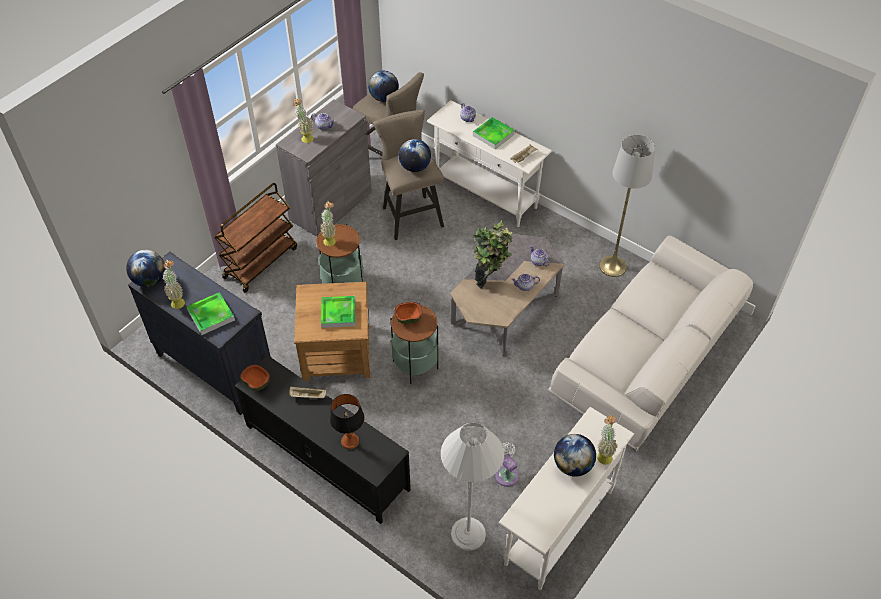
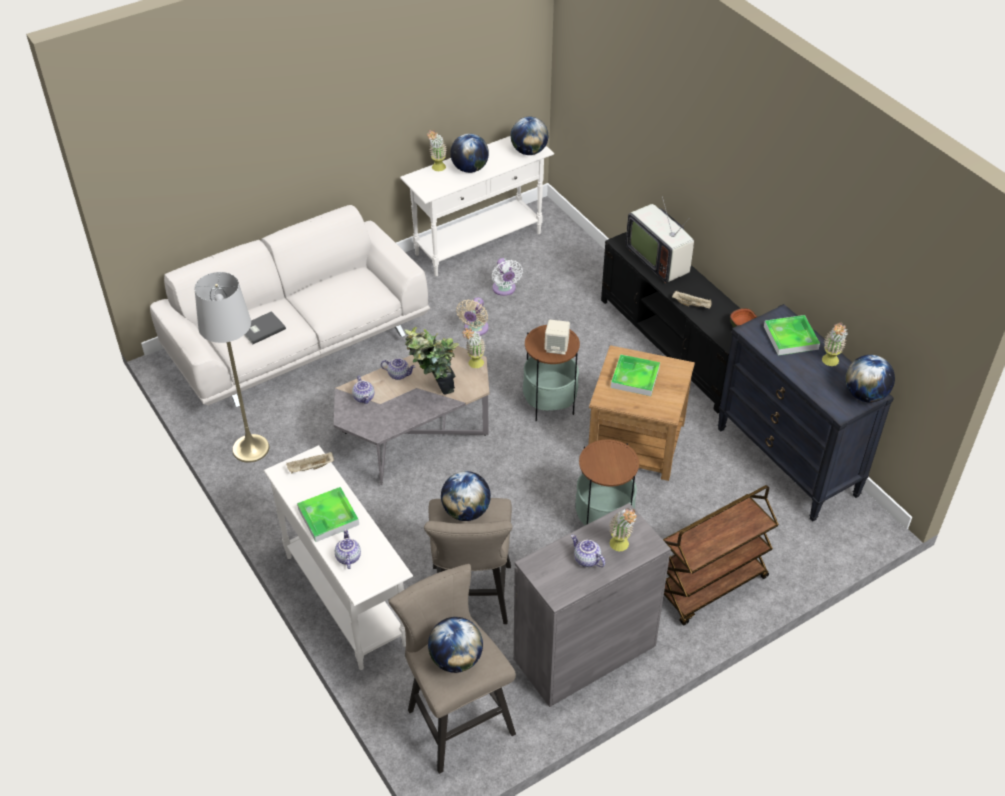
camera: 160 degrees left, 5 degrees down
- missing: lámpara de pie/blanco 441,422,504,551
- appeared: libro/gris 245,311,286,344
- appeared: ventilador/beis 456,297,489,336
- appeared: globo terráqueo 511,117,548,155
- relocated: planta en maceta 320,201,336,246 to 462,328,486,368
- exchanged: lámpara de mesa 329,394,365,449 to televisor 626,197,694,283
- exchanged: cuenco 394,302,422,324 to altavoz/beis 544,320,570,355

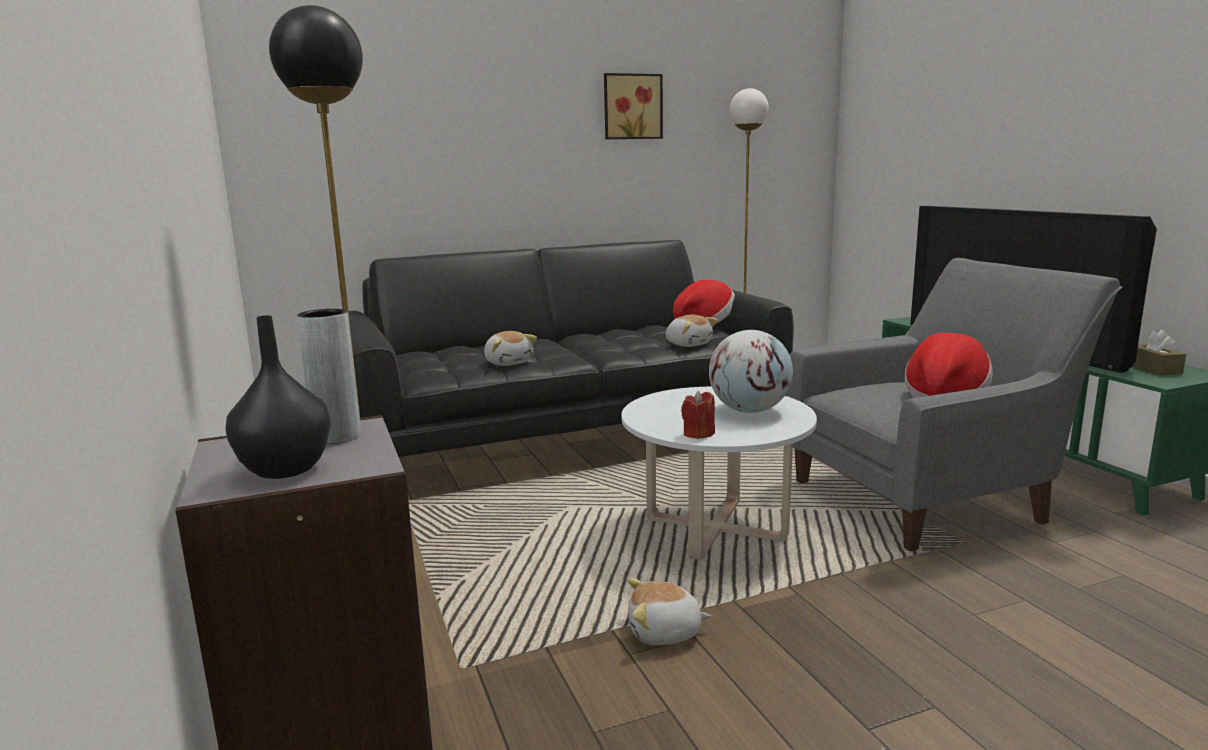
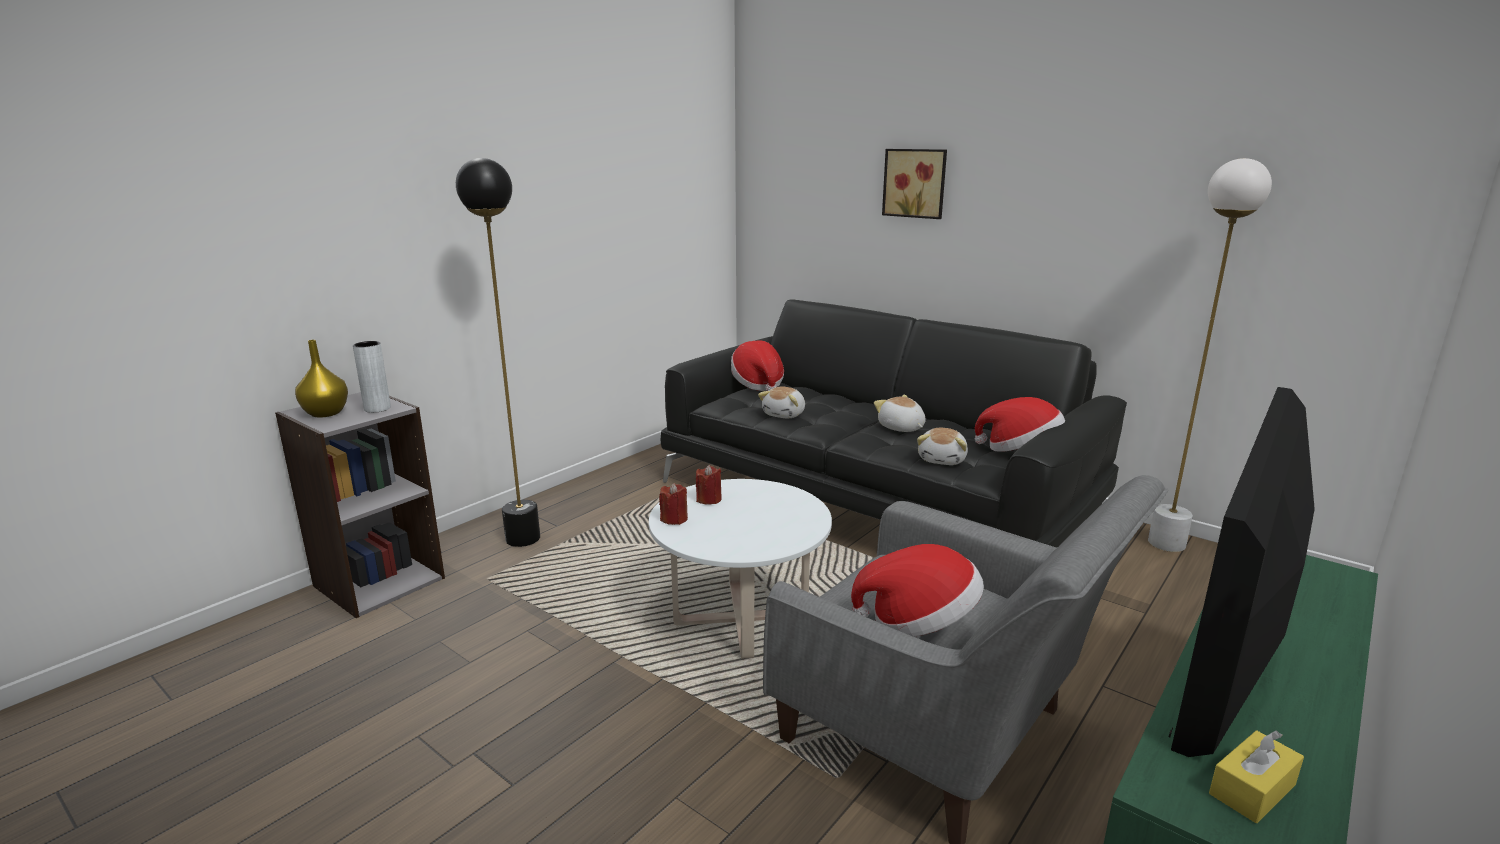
camera: 60 degrees right, 5 degrees up
- missing: globo terráqueo 709,330,793,413
- appeared: vela/rojo 696,465,722,505
- appeared: sombrero 731,341,784,391
- relocated: cuadro 604,73,663,139 to 882,149,947,219
- relocated: peluche 628,578,711,645 to 874,394,926,432
- colour: florero/negro 226,315,331,479 to florero/amarillo 295,340,348,418
- colour: caja de pañuelos/marrón 1132,330,1186,375 to caja de pañuelos/amarillo 1209,730,1304,823

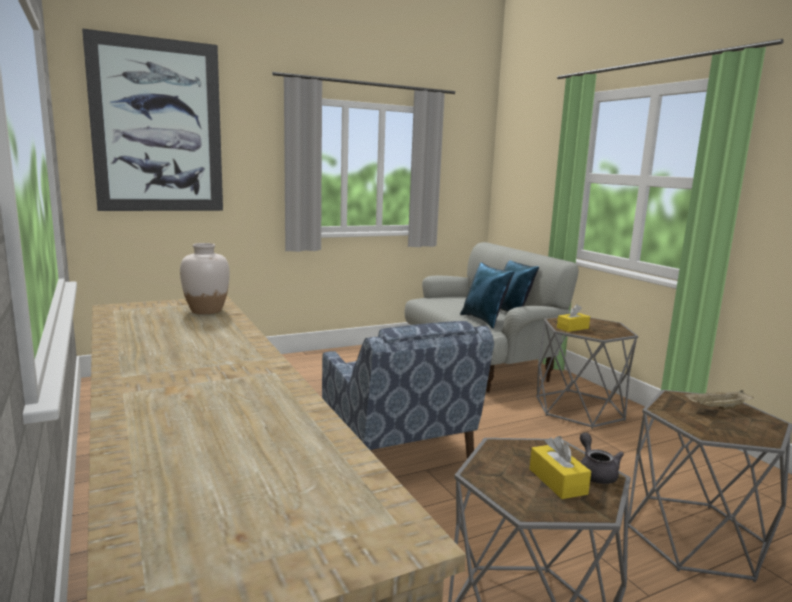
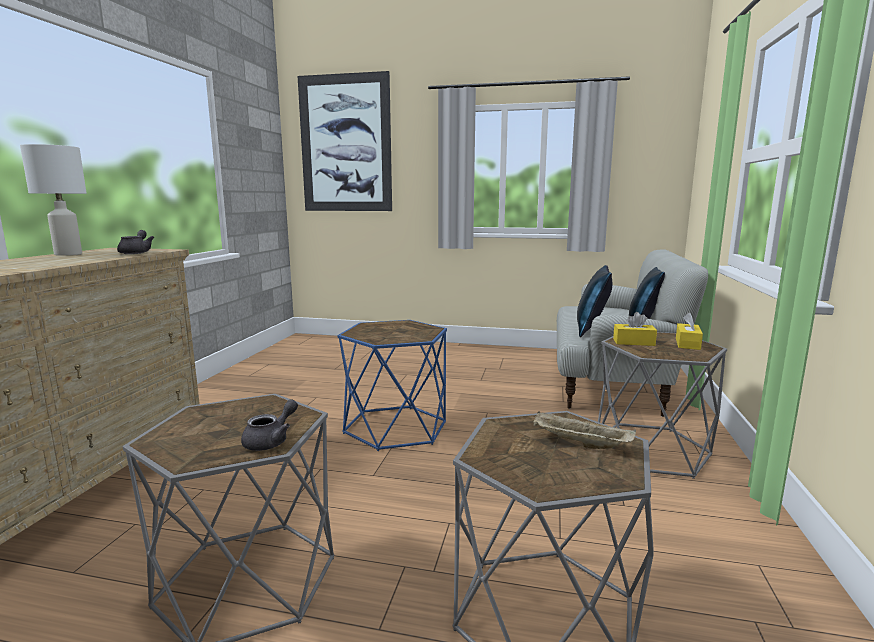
camera: 40 degrees right, 0 degrees up
- appeared: lámpara de mesa/blanco 20,144,87,256
- relocated: caja de pañuelos/amarillo 529,436,591,499 to 676,313,703,350
- exchanged: florero/blanco 180,243,230,314 to tetera/gris 117,230,154,254
- exchanged: sillón/azul 322,321,494,459 to mesa auxiliar/azul 337,320,447,451

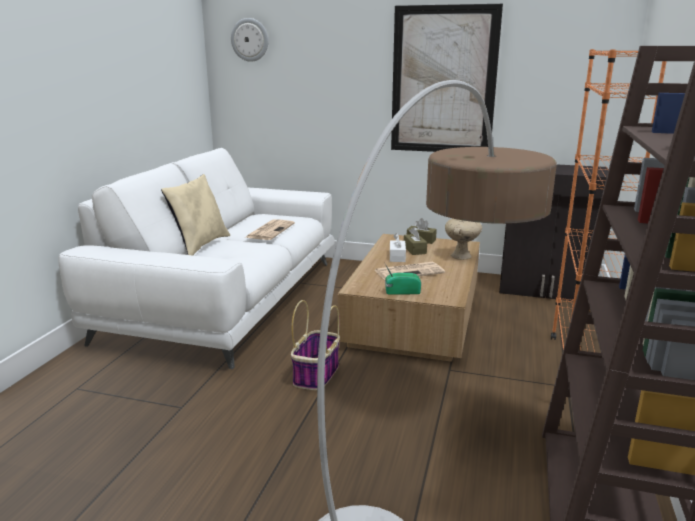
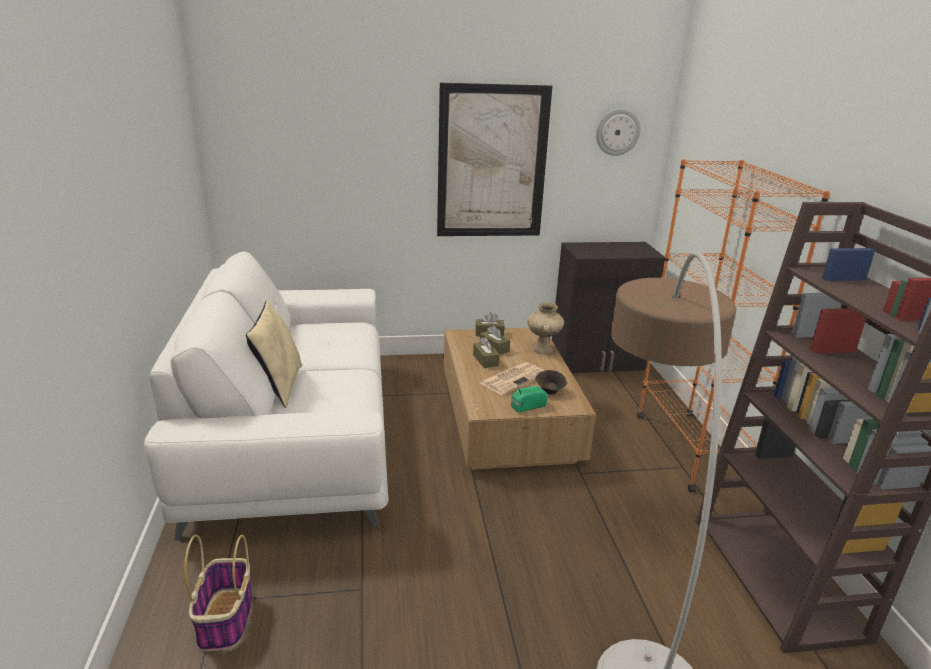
camera: 25 degrees left, 5 degrees up
- missing: periódico 245,219,295,240
- appeared: cuenco/marrón 535,370,567,394
- relocated: reloj de pared 231,18,268,62 to 596,108,641,156
- relocated: cesta 291,300,340,390 to 184,535,253,651
- colour: caja de pañuelos/blanco 390,233,406,262 to caja de pañuelos/marrón 473,337,500,368

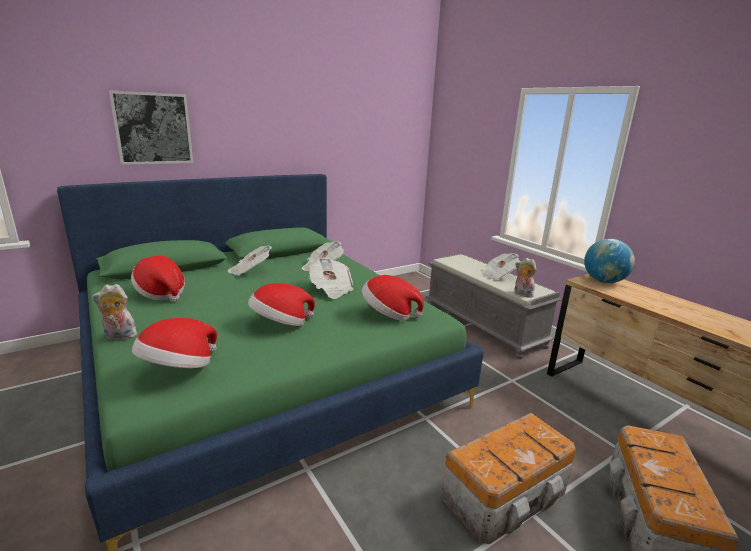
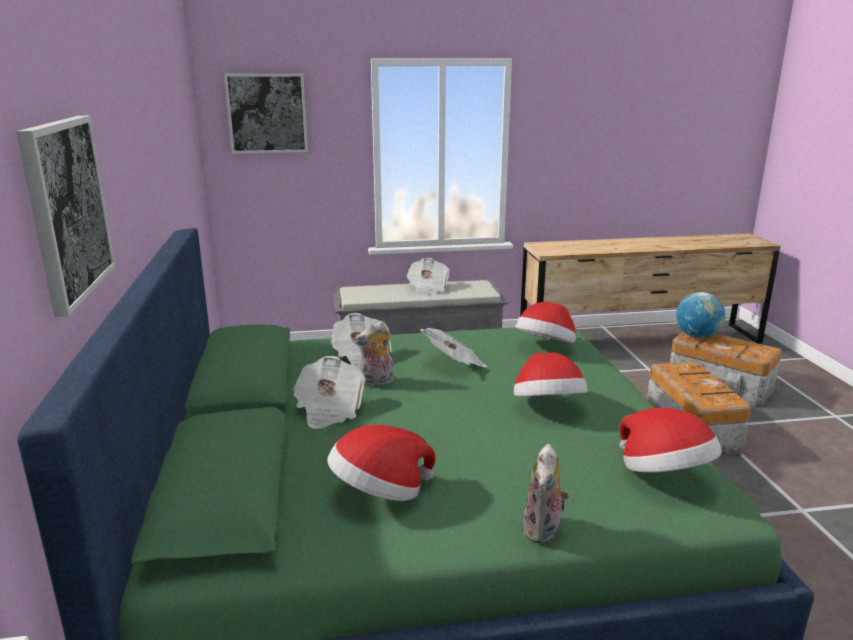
camera: 65 degrees left, 0 degrees up
- appeared: cuadro 224,73,308,154
- relocated: peluche 515,258,537,298 to 354,321,393,387
- relocated: globo terráqueo 584,239,635,283 to 676,292,726,338

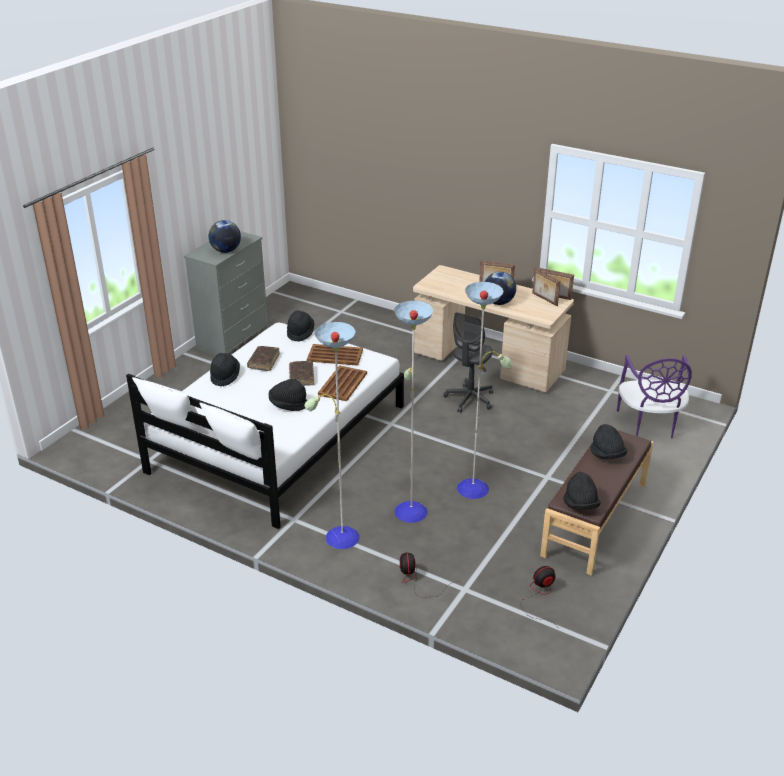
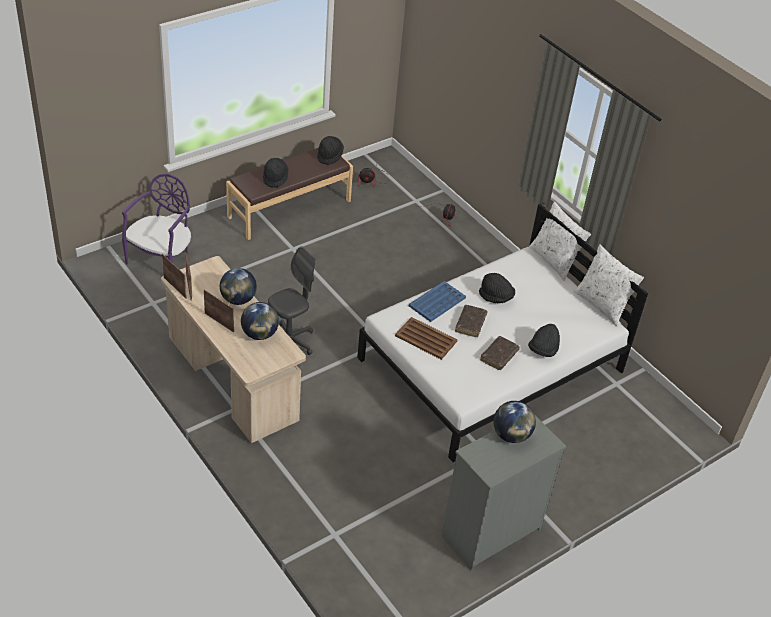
camera: 160 degrees left, 10 degrees up
- missing: sombrero/negro 287,310,314,342
- missing: lámpara de pie 304,282,513,549
- appeared: globo terráqueo 241,302,279,340
- colour: bandeja/marrón 318,365,367,401 to bandeja/azul 409,281,466,322

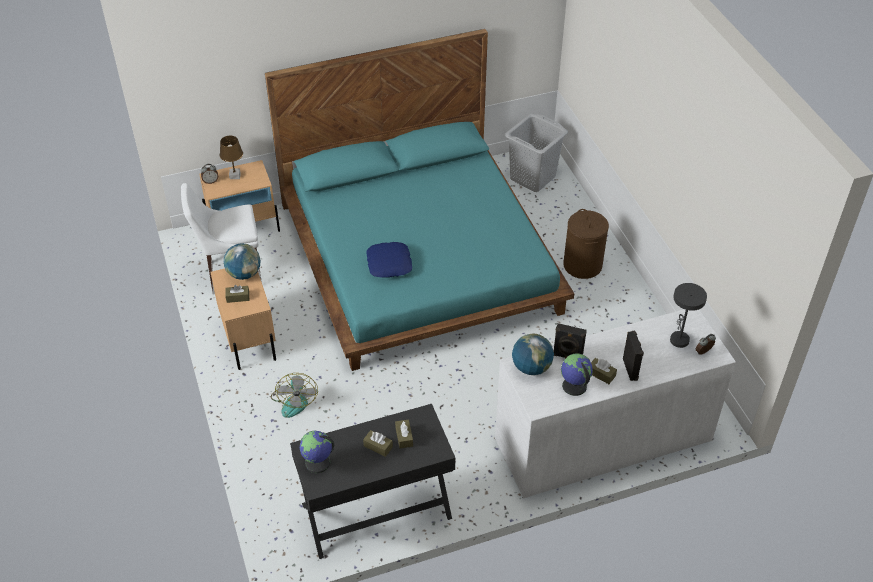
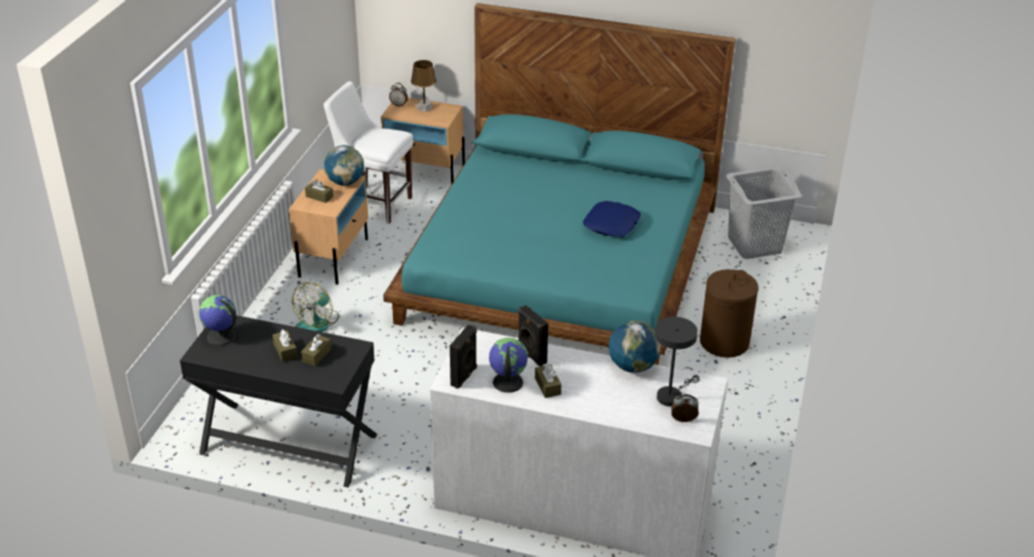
camera: 35 degrees right, 10 degrees down
- relocated: cojín/azul 366,242,412,278 to 583,201,641,237
- relocated: globo terráqueo 512,334,554,375 to 608,321,661,373
- relocated: altavoz/negro 623,331,644,381 to 450,325,477,389

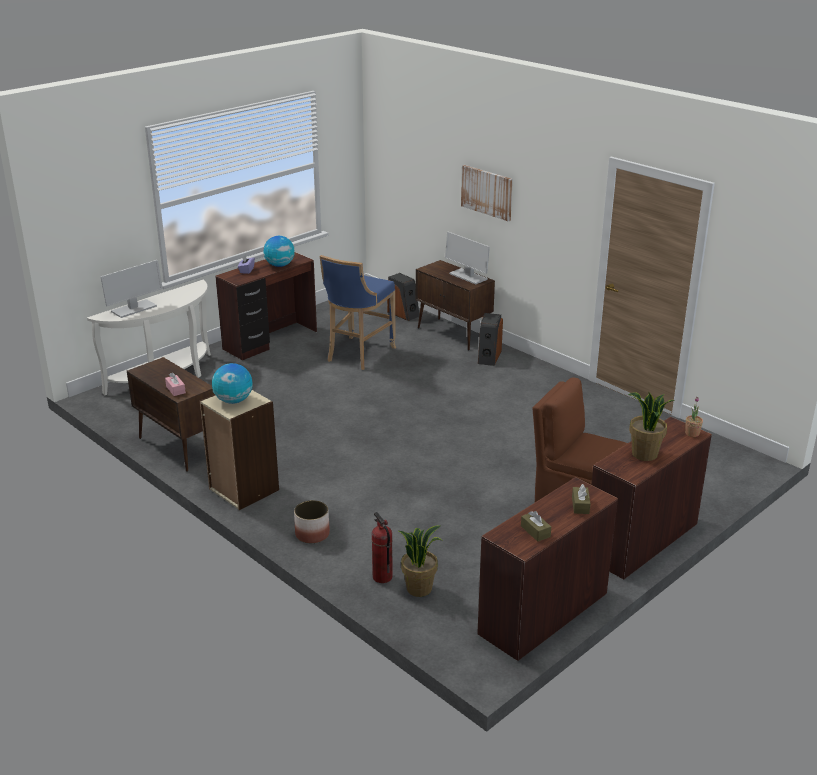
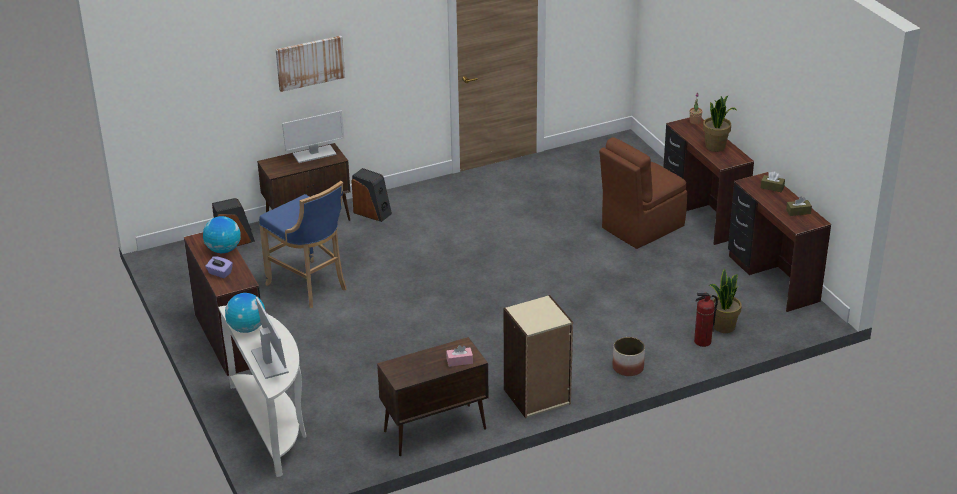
camera: 70 degrees left, 5 degrees up
- relocated: globo terráqueo 212,363,253,404 to 225,293,265,333

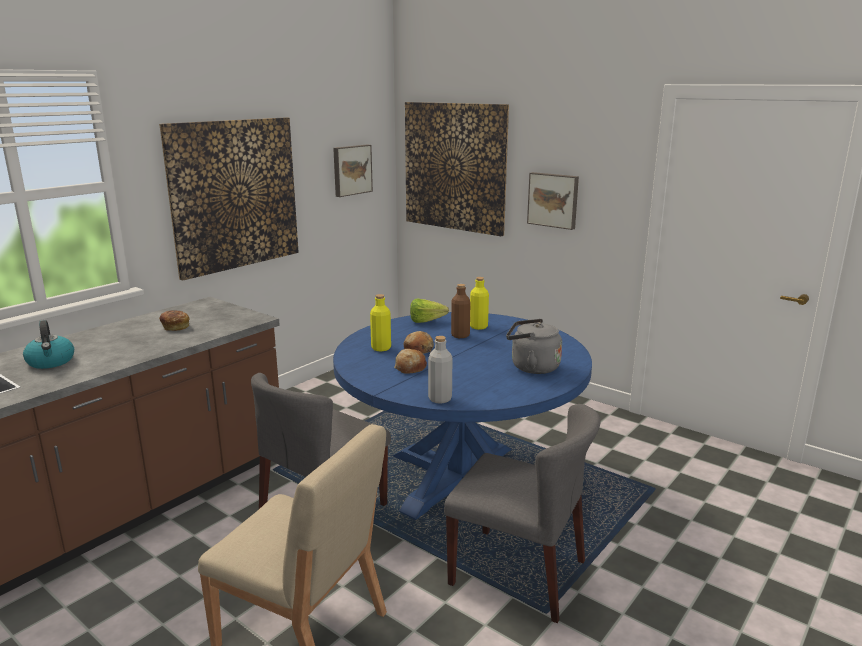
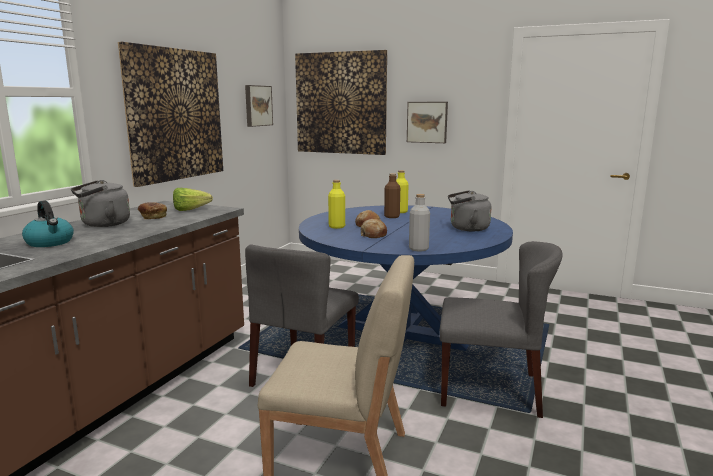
camera: 15 degrees left, 5 degrees down
- appeared: hervidor/gris 71,180,130,227
- relocated: lechuga 410,299,449,323 to 173,188,213,211

